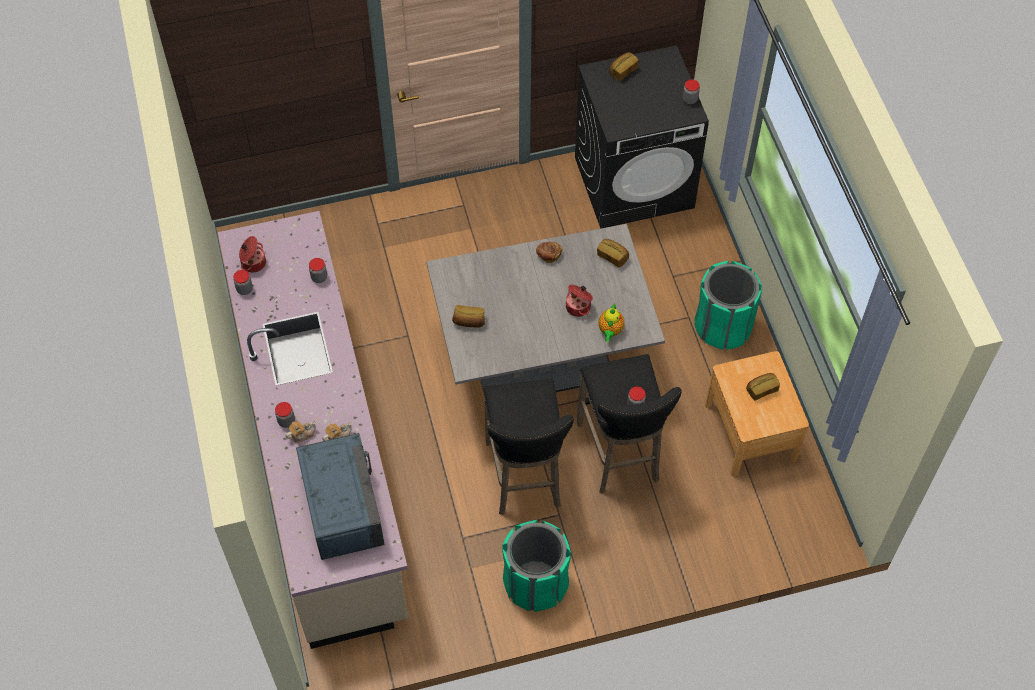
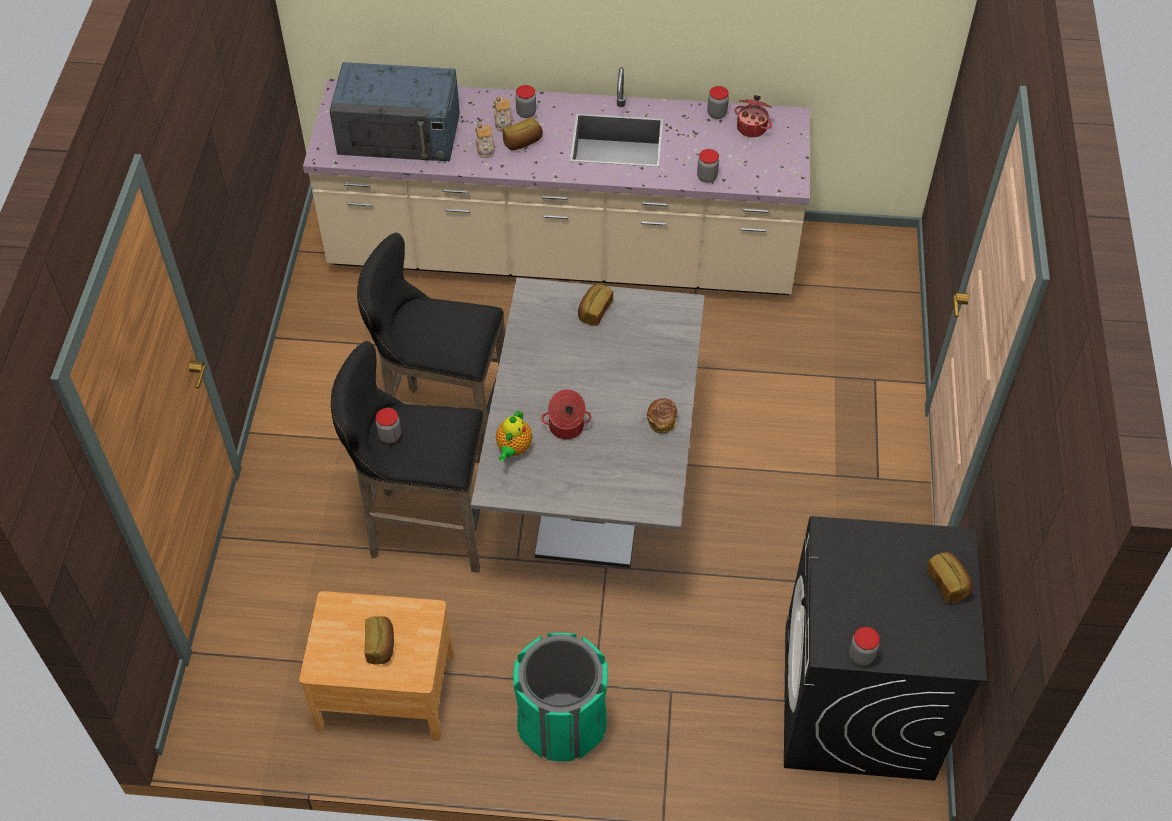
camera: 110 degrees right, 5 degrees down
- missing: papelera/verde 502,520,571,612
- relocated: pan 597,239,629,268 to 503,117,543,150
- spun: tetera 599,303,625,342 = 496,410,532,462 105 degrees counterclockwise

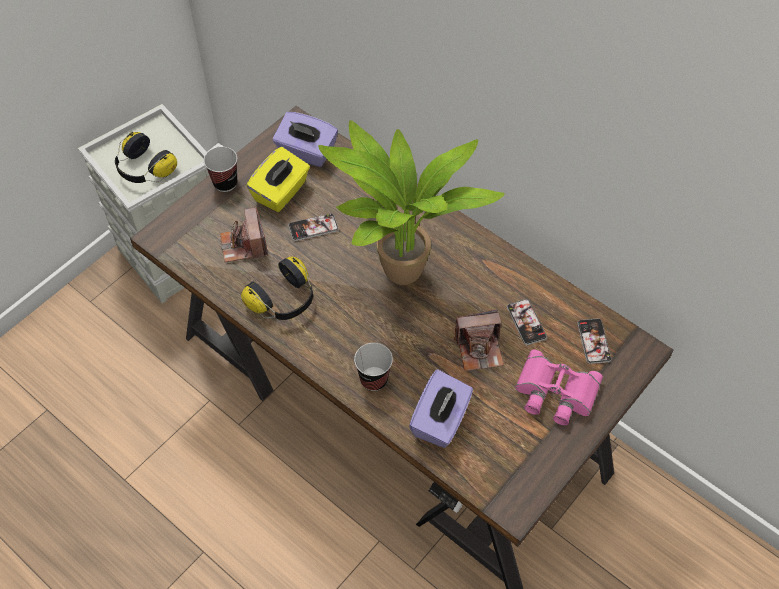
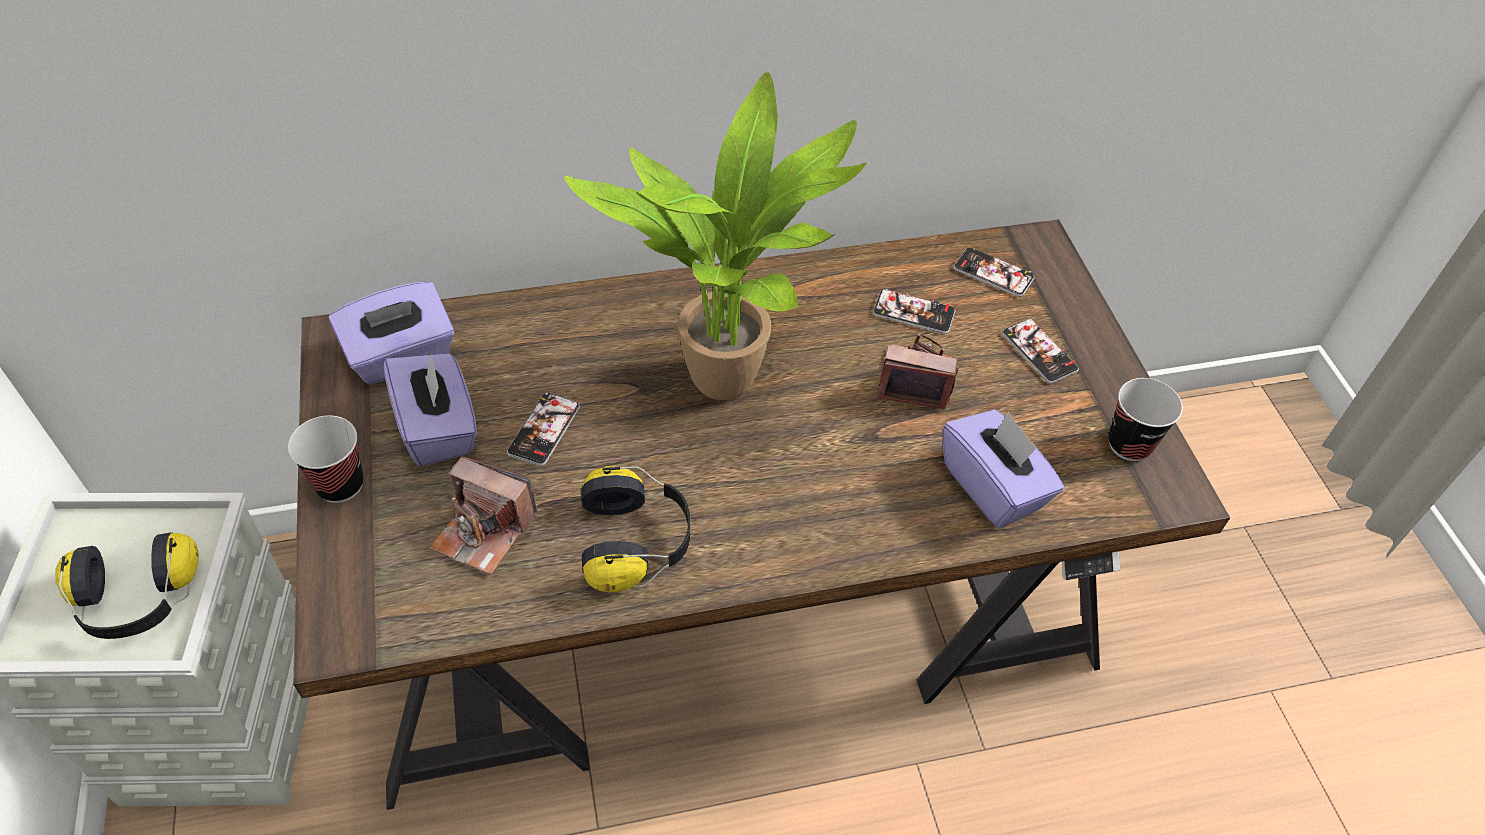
camera: 55 degrees left, 5 degrees down
- relocated: taza 354,343,393,391 to 1109,378,1183,461
- exchanged: prismáticos/rosa 515,349,603,425 to móvil 1002,319,1079,384
- colour: caja de pañuelos/amarillo 247,147,310,212 to caja de pañuelos/morado 384,353,477,467
- spun: cámara 454,309,504,371 = 877,334,958,410 105 degrees counterclockwise

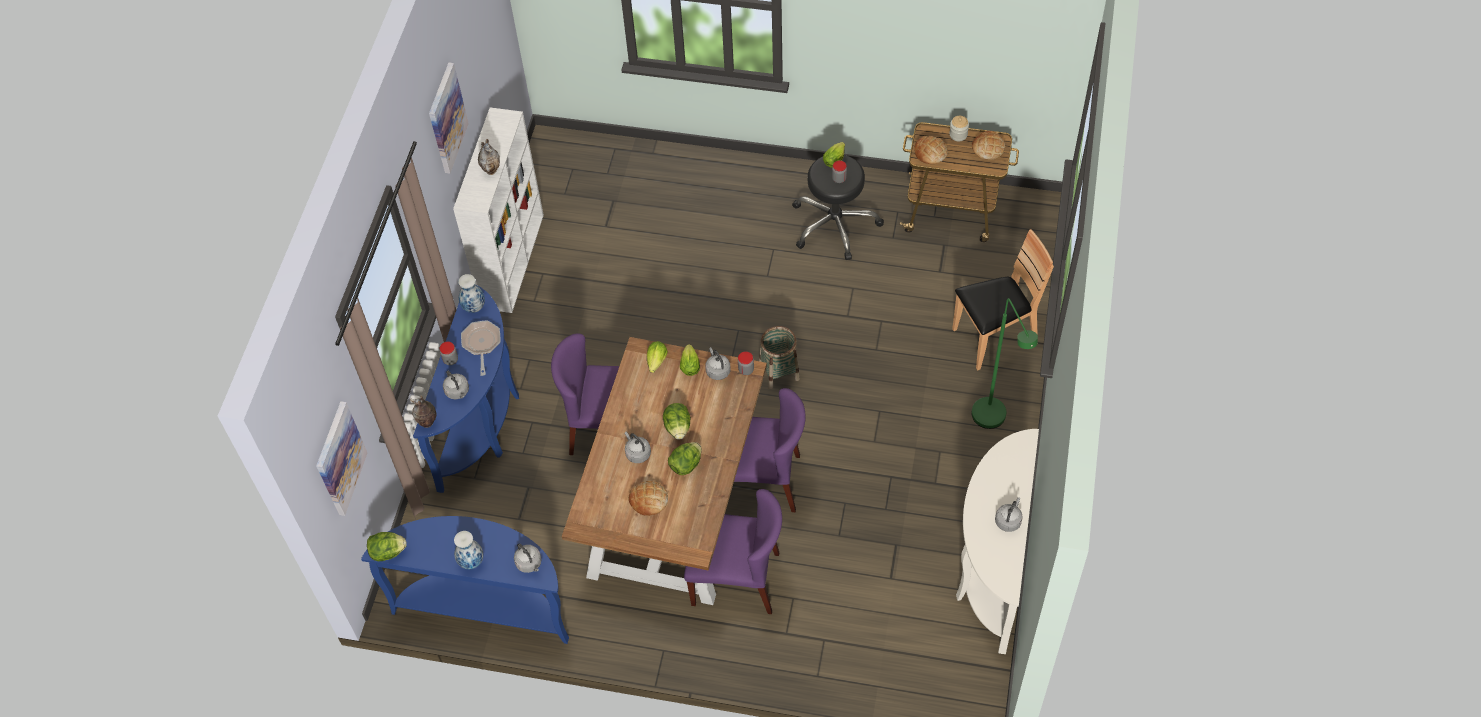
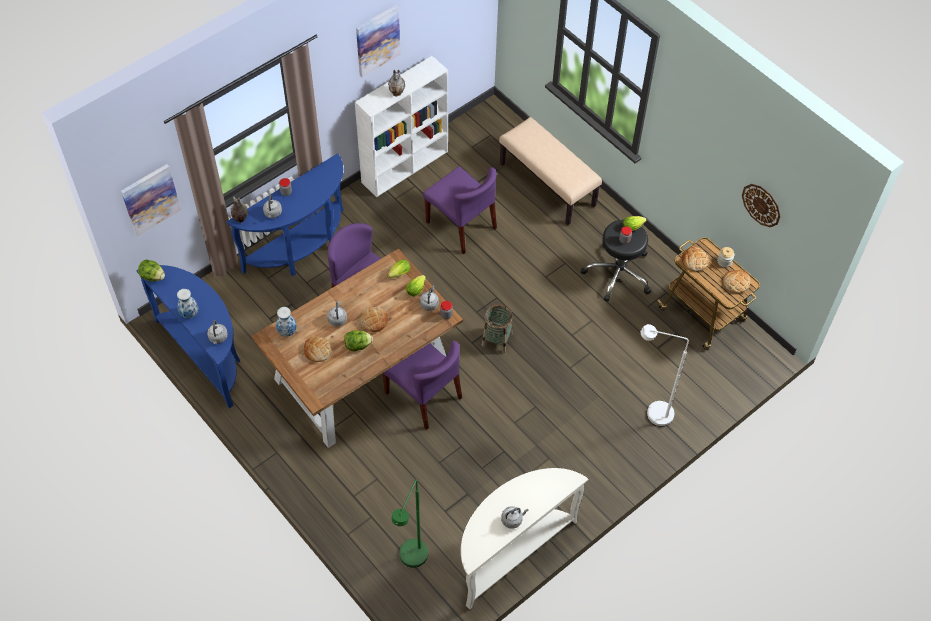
camera: 35 degrees right, 0 degrees up
- missing: sartén 461,320,501,376
- appeared: banco/beis 499,117,602,225
- appeared: reloj de pared 742,184,781,227
- relocated: florero 458,274,485,313 to 276,307,297,337
- relocated: silla/morado 684,489,782,614 to 423,166,497,254
- relocated: lámpara de pie/verde 972,298,1038,429 to 391,480,428,568
- exchanged: lechuga 663,403,691,440 to pan 361,307,388,332
- exchanged: silla/marrón 952,229,1054,371 to lámpara de pie/blanco 640,324,689,427

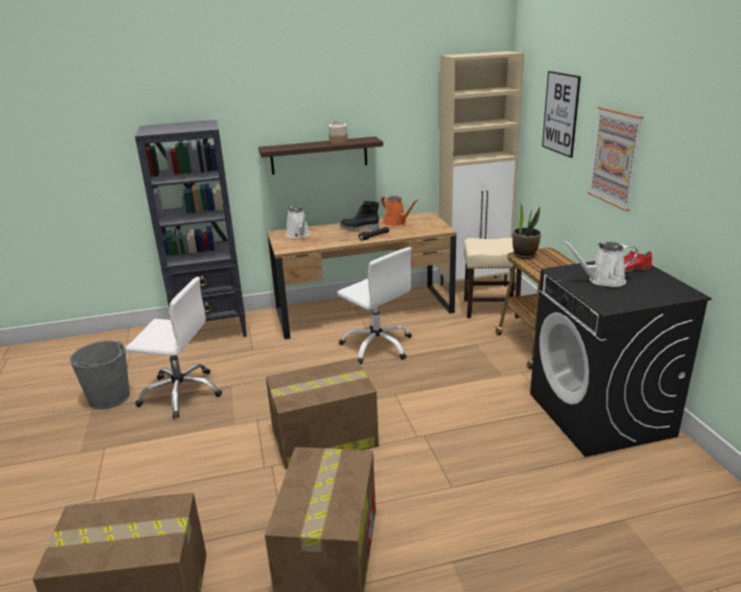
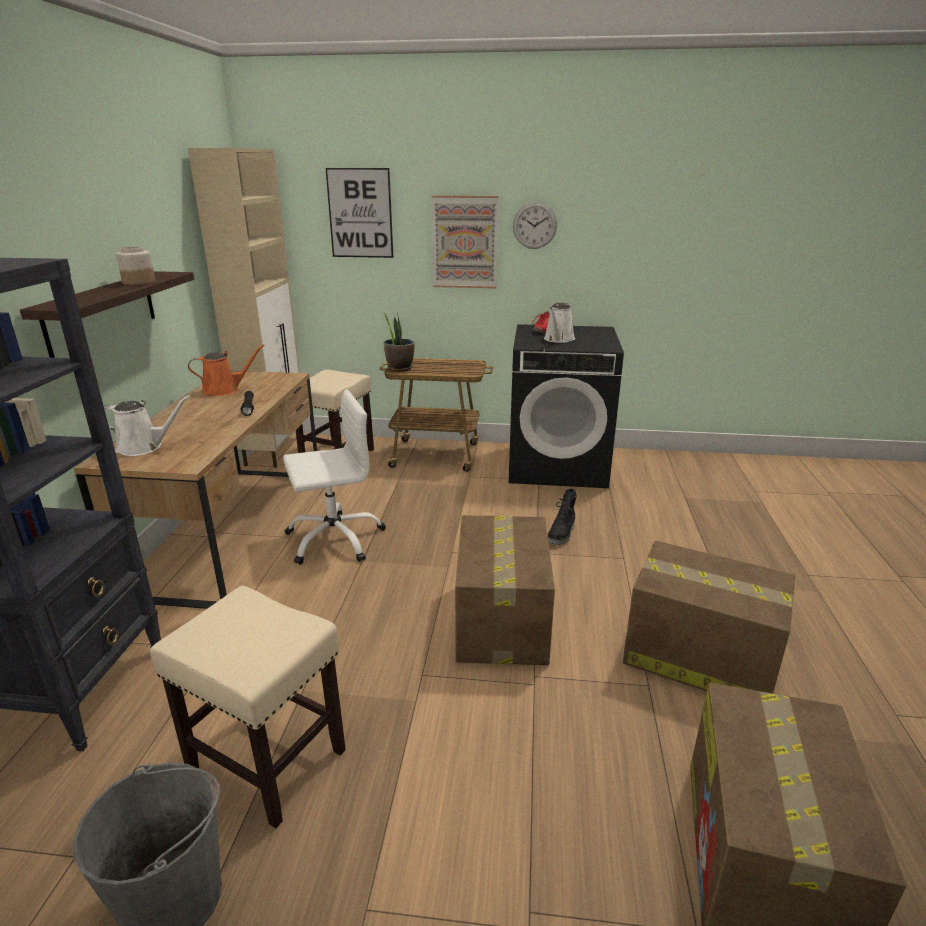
camera: 70 degrees left, 0 degrees up
- appeared: reloj de pared 513,202,557,249
- relocated: bota/negro 340,201,379,231 to 548,489,577,545
- exchanged: silla de oficina/blanco 126,277,222,418 to taburete/beis 150,586,346,828

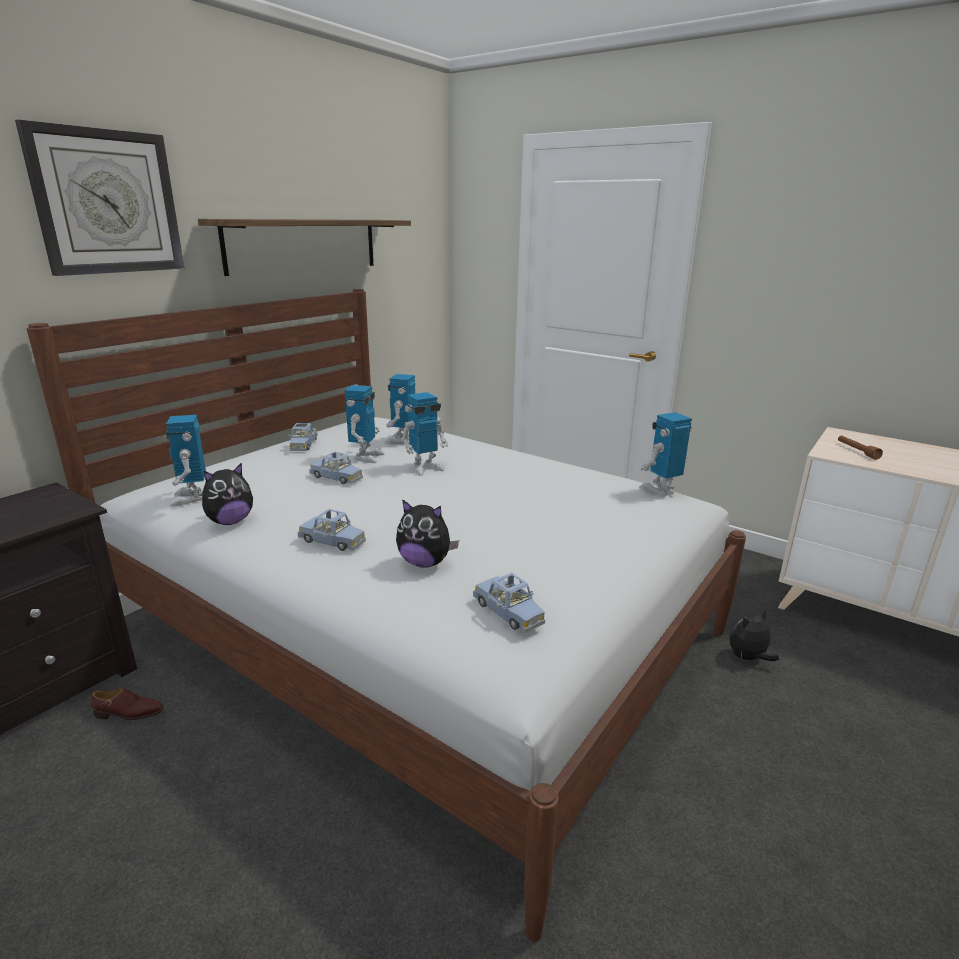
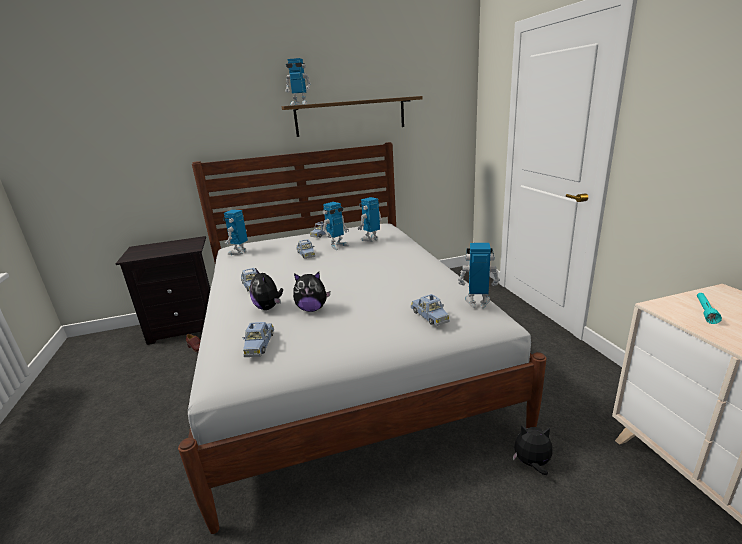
camera: 40 degrees right, 0 degrees up
- missing: reloj de pared 15,120,185,276
- appeared: coche de juguete/azul 411,294,450,326
- relocated: peluche 202,463,253,525 to 293,272,330,312
- relocated: robot de juguete 401,392,448,476 to 285,58,311,105
- colour: linterna/marrón 838,435,883,460 to linterna/turquesa 697,293,722,324

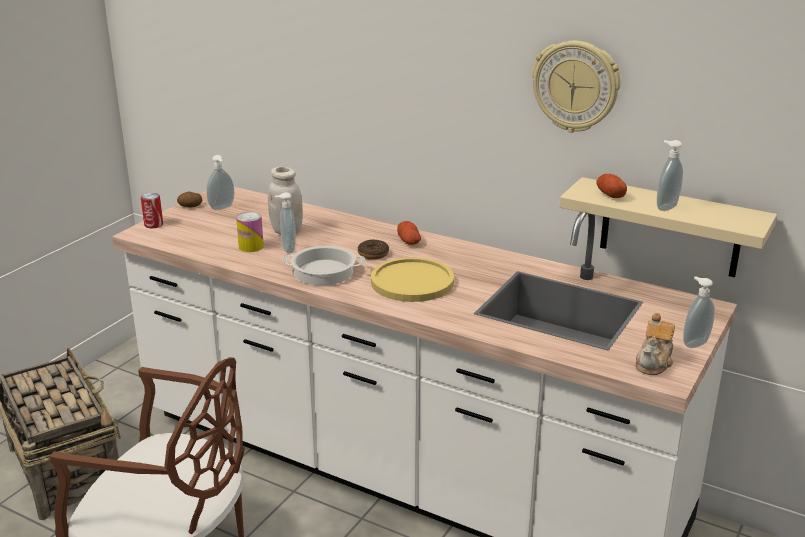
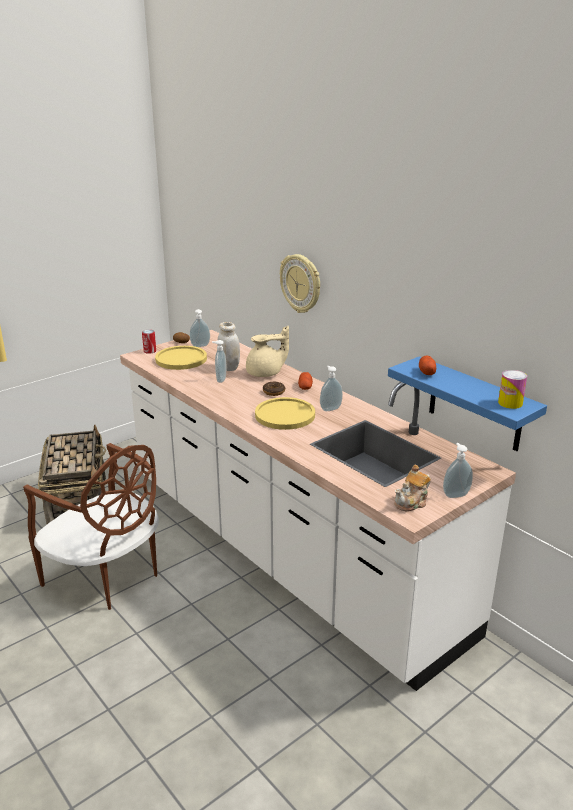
camera: 20 degrees right, 0 degrees up
- missing: olla 282,246,366,285
- appeared: plato/amarillo 155,346,207,370
- appeared: tetera/beis 246,326,289,377
- relocated: lata 236,212,264,252 to 498,370,527,409
- relocated: reloj de pared 532,41,621,133 to 280,254,320,313
- relocated: dispensador de jabón 657,140,683,211 to 320,366,343,411
- colour: estante/beis 559,177,777,277 to estante/azul 388,356,547,451

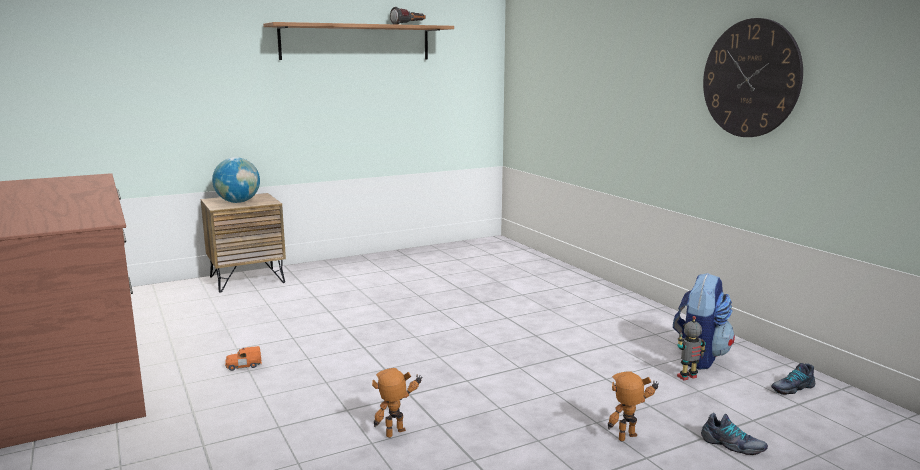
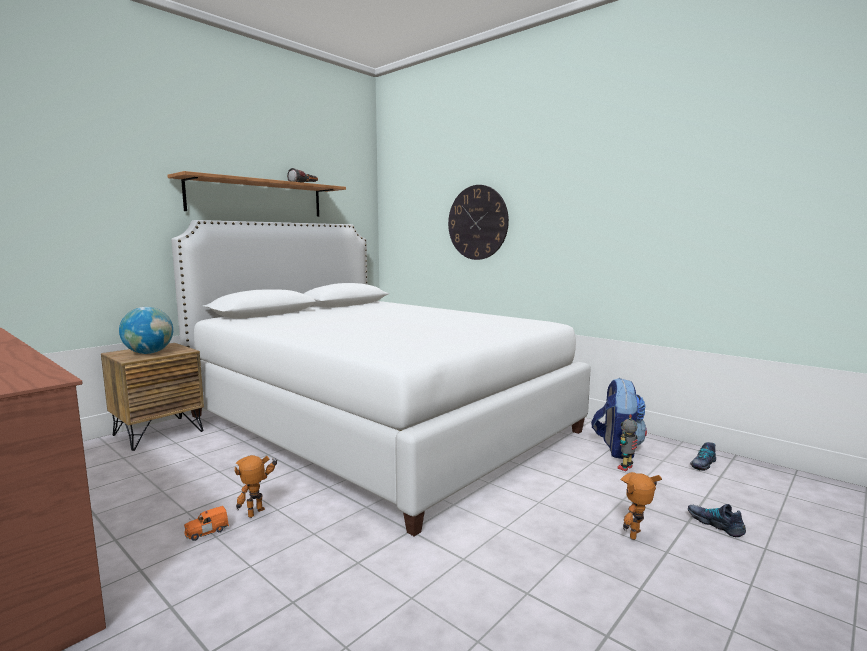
camera: 20 degrees left, 5 degrees down
- appeared: cama/blanco 171,220,591,536
- relocated: robot de juguete 372,368,422,438 to 235,455,277,518
- relocated: reloj de pared 703,18,803,137 to 448,185,509,260
- spun: zapato 701,413,768,455 = 688,504,746,537 135 degrees counterclockwise

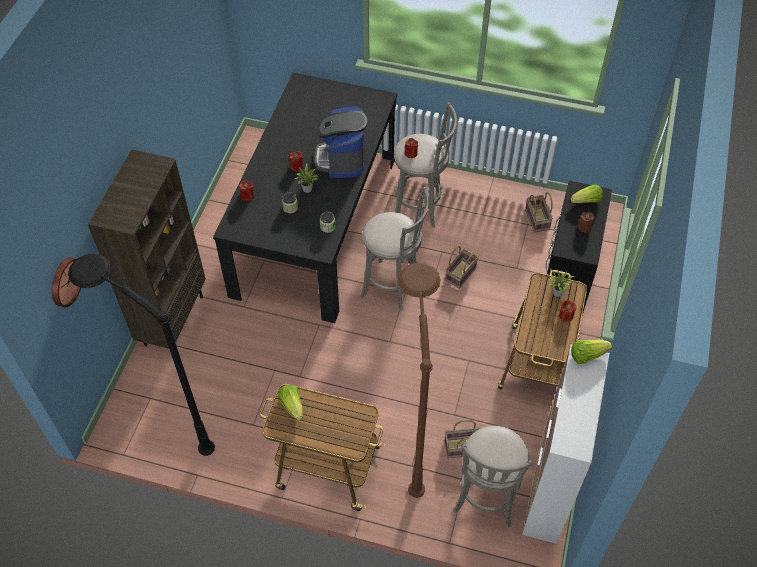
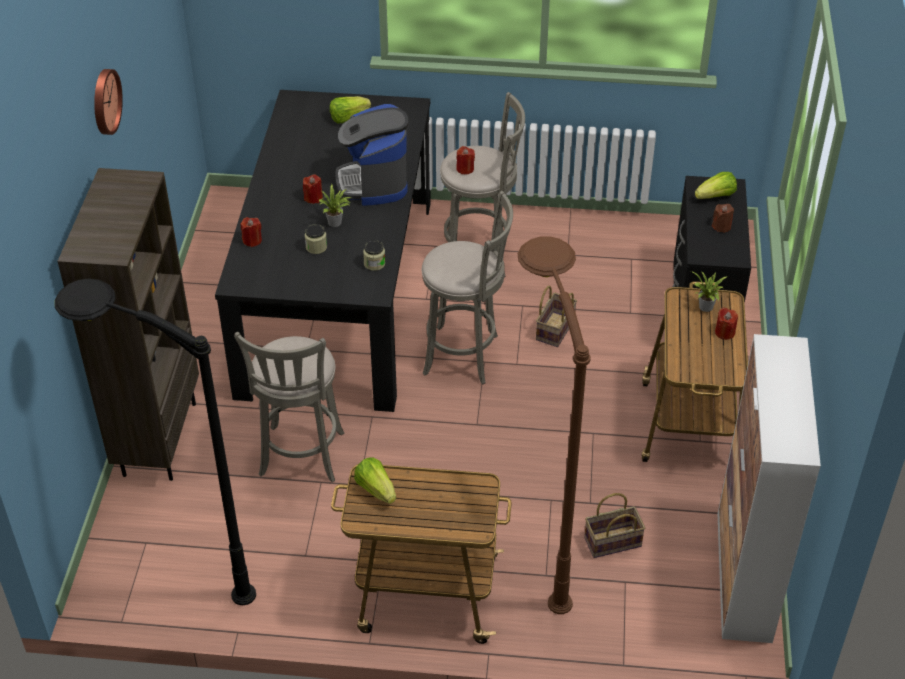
camera: 10 degrees left, 10 degrees down
- missing: cesta 525,192,553,232
- relocated: reloj de pared 52,257,81,307 to 94,69,123,135
- relocated: taburete/gris 453,426,533,527 to 234,332,345,482
- relocated: lechuga 571,340,612,364 to 330,96,371,123

